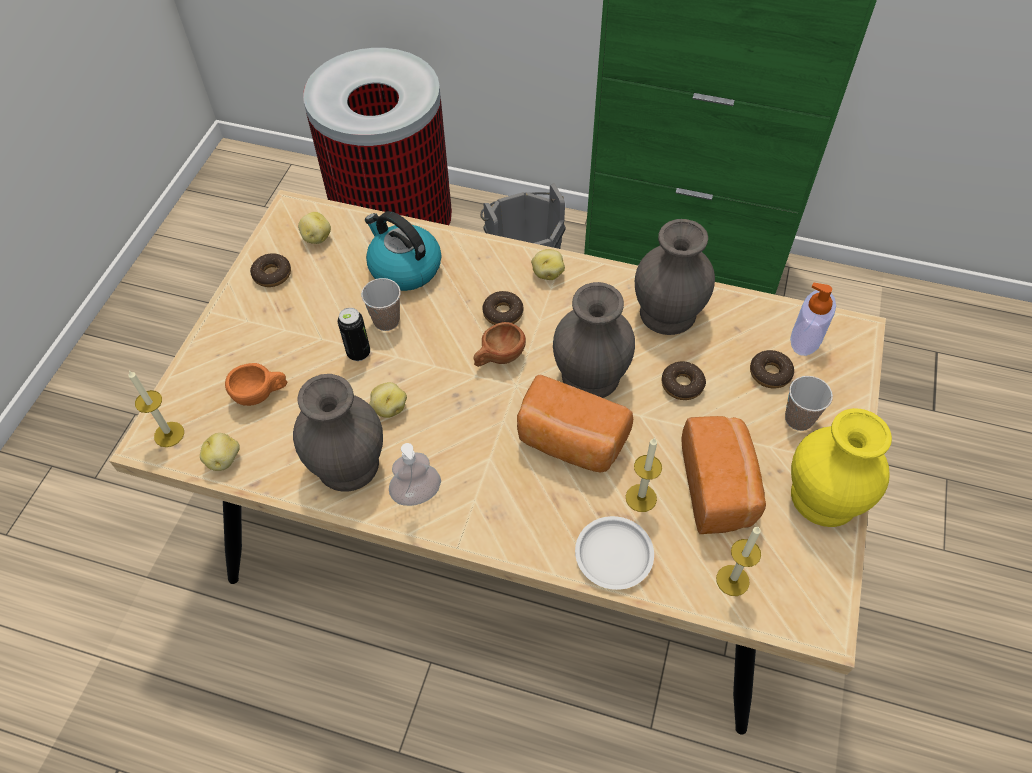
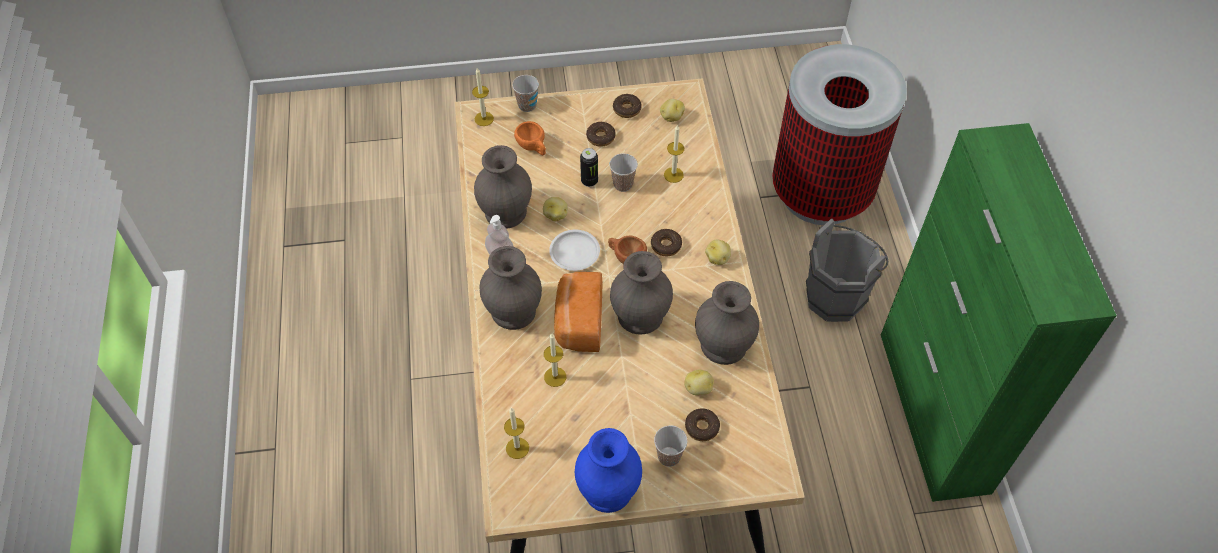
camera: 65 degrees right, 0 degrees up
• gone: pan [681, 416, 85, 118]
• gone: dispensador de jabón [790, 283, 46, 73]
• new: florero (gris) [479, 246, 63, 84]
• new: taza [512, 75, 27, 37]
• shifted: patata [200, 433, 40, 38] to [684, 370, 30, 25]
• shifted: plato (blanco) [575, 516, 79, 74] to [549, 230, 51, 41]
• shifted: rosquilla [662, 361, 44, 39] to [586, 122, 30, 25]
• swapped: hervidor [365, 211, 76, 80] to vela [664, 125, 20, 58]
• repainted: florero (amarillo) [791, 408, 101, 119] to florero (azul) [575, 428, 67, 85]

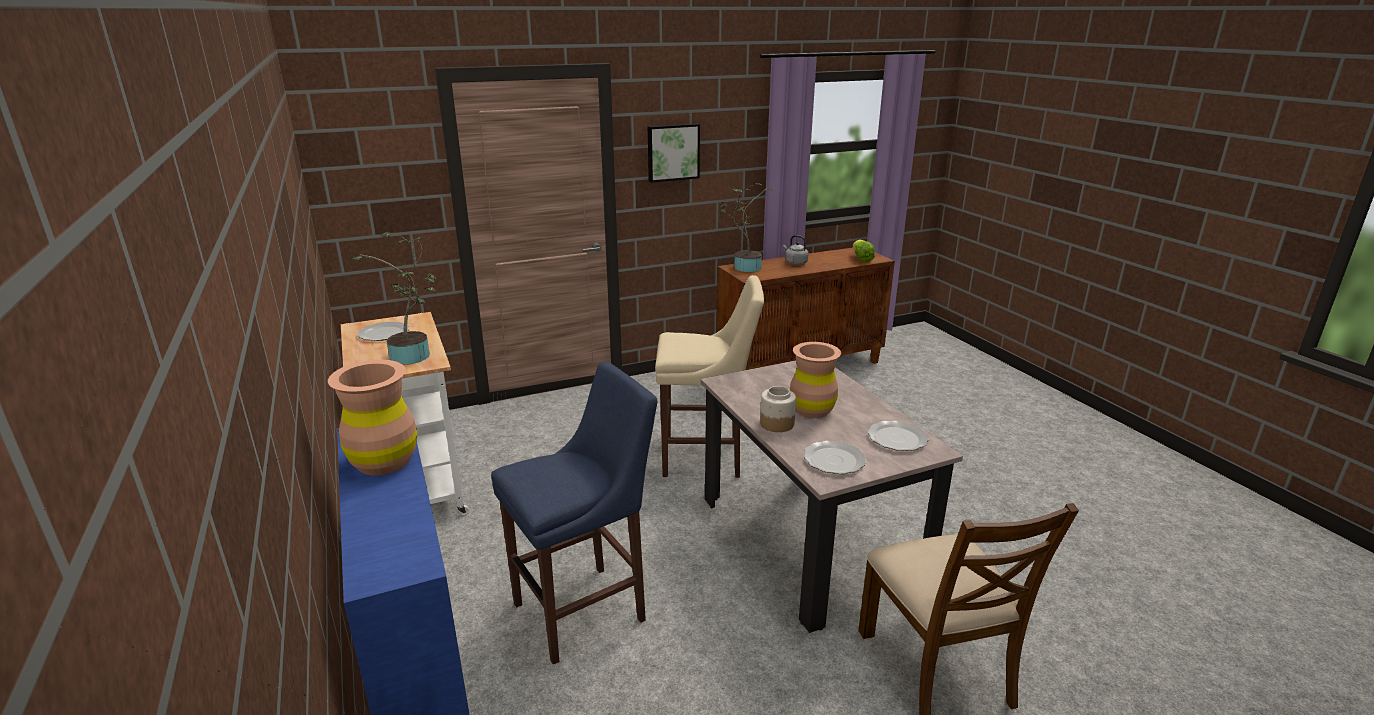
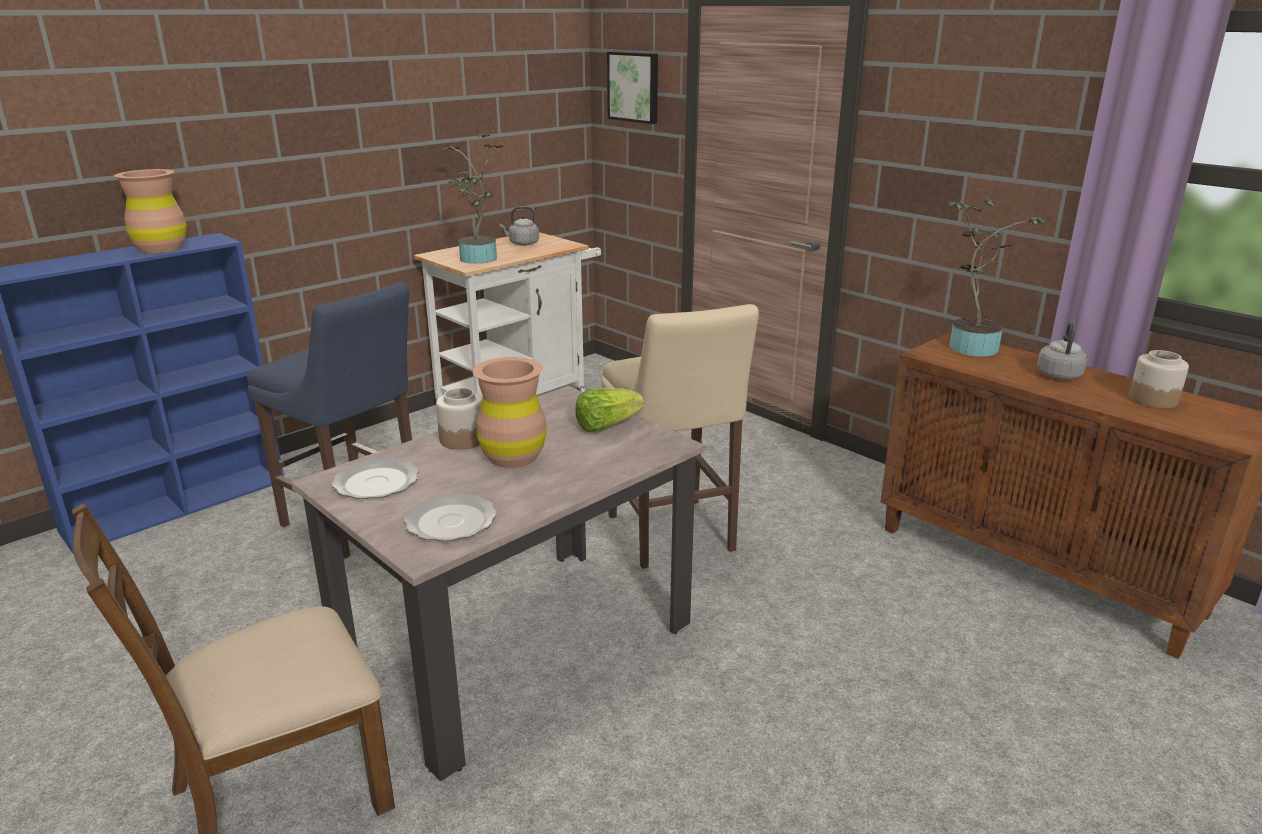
camera: 70 degrees right, 0 degrees up
• new: tarro [1129, 350, 60, 59]
• shifted: cuadro [648, 123, 52, 60] to [607, 52, 51, 72]
• shifted: lechuga [853, 240, 22, 22] to [575, 388, 69, 44]
• swapped: plato [358, 322, 51, 19] to hervidor (gris) [500, 206, 39, 40]

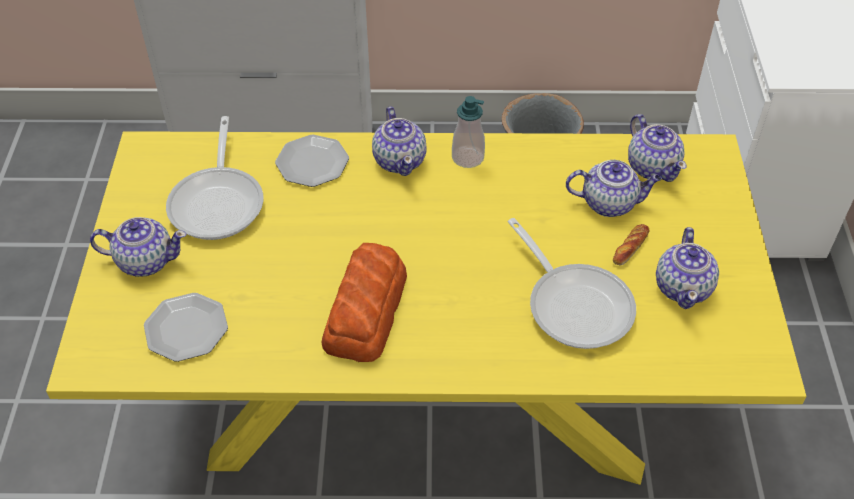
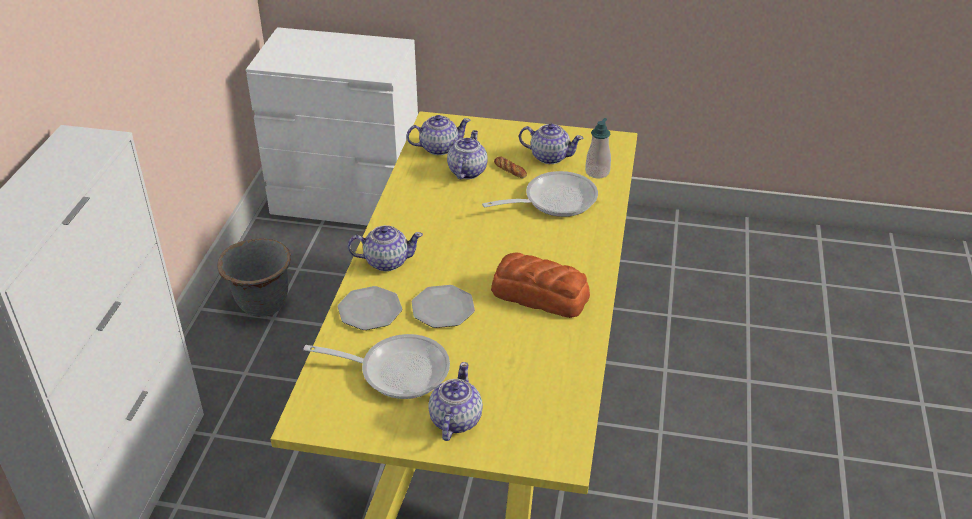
camera: 80 degrees left, 10 degrees down
• shifted: plato [144, 293, 84, 69] to [412, 285, 63, 43]
• shifted: dispensador de jabón [452, 96, 33, 72] to [585, 118, 26, 61]

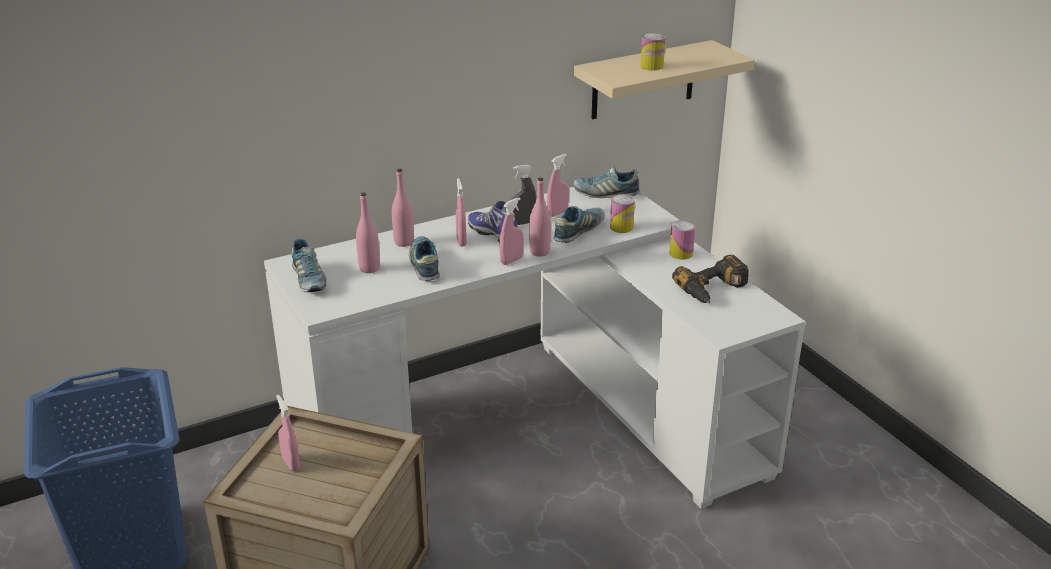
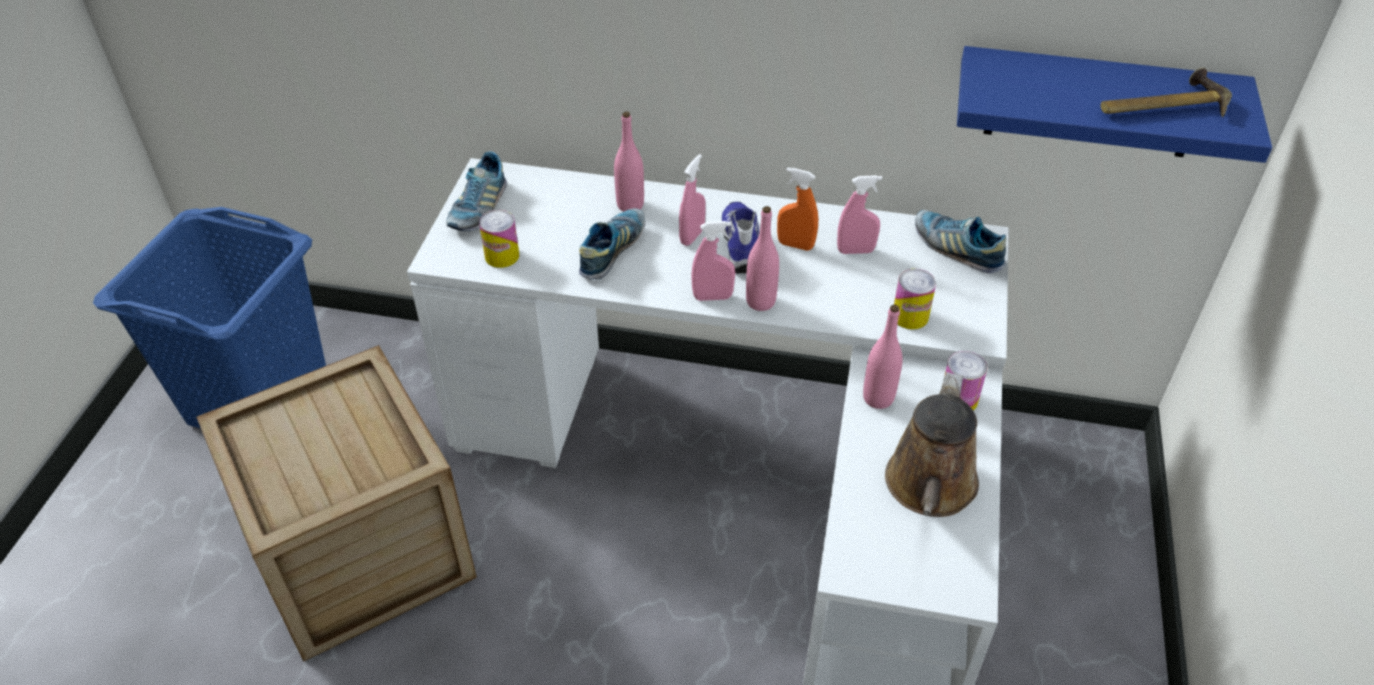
camera: 40 degrees right, 15 degrees up
• gone: pulverizador (rosa) [276, 395, 24, 77]
• gone: zapato [553, 206, 52, 37]
• new: martillo [1100, 68, 132, 49]
• shifted: botella (rosa) [356, 192, 24, 81] to [863, 305, 40, 104]
• shifted: lata [641, 33, 25, 37] to [479, 210, 40, 58]
• swapped: taladro [672, 255, 77, 48] to regadera (marrón) [885, 372, 94, 145]
• repainted: pulverizador (gris) [511, 165, 26, 60] to pulverizador (naranja) [777, 167, 41, 84]
• repainted: estante (beis) [574, 40, 181, 79] to estante (azul) [957, 46, 315, 117]

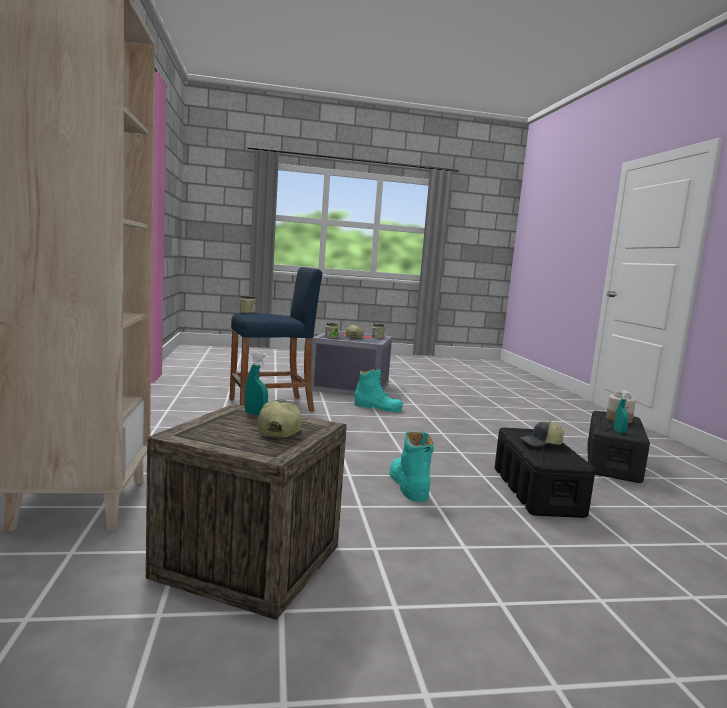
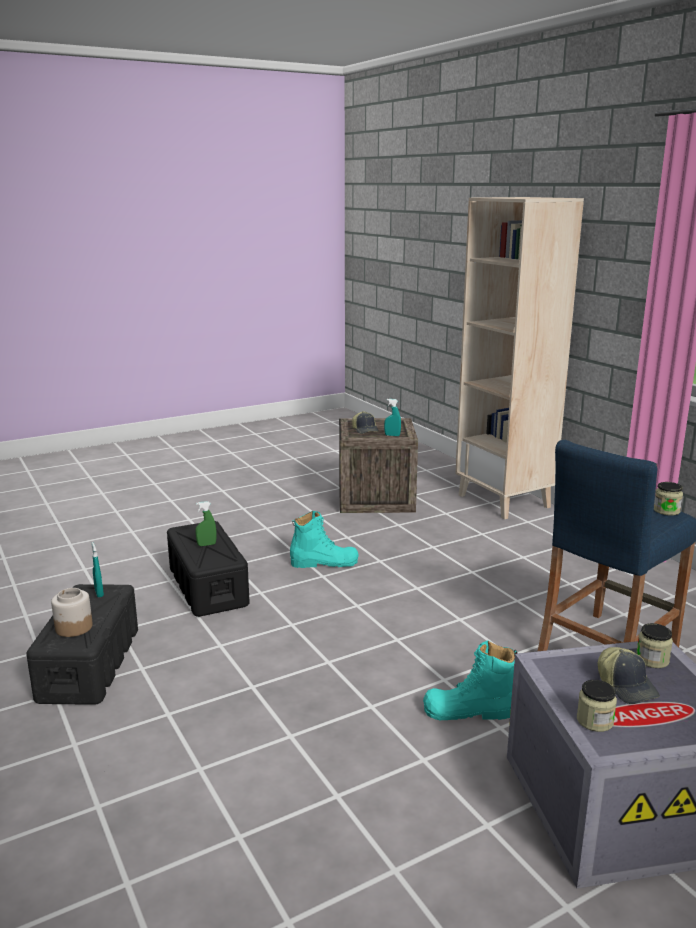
camera: 160 degrees right, 10 degrees up
• swapped: gorra [519, 421, 45, 25] to pulverizador (verde) [195, 501, 21, 45]
• rotated: bota (turquesa) [389, 432, 45, 70] = [290, 511, 69, 57] 60 degrees counterclockwise

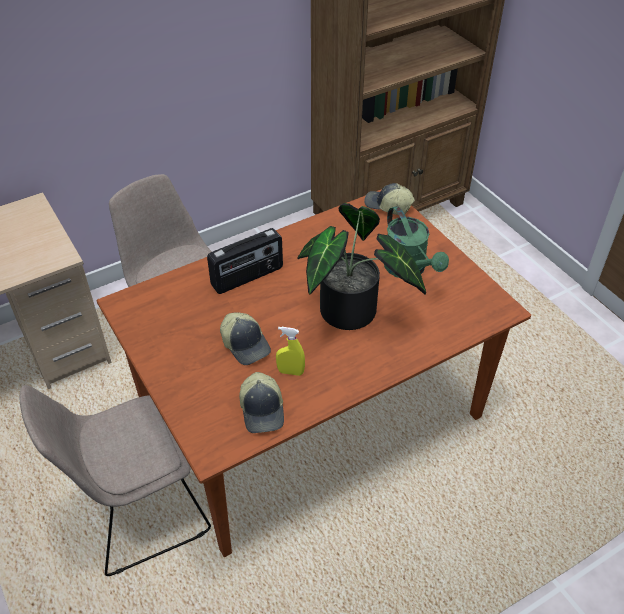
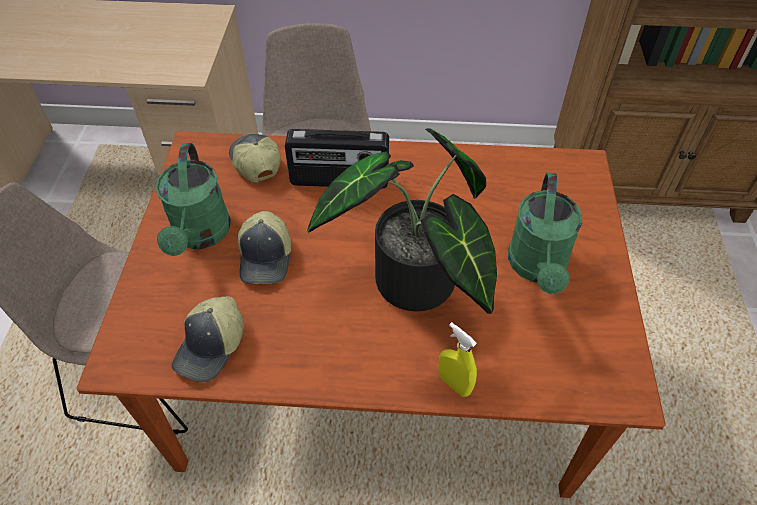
camera: 35 degrees right, 5 degrees up
• new: regadera (verde) [156, 143, 75, 113]
• shifted: pulverizador (amarillo) [276, 327, 29, 49] to [438, 322, 39, 75]
• shifted: gorra [364, 183, 51, 32] to [229, 134, 52, 49]

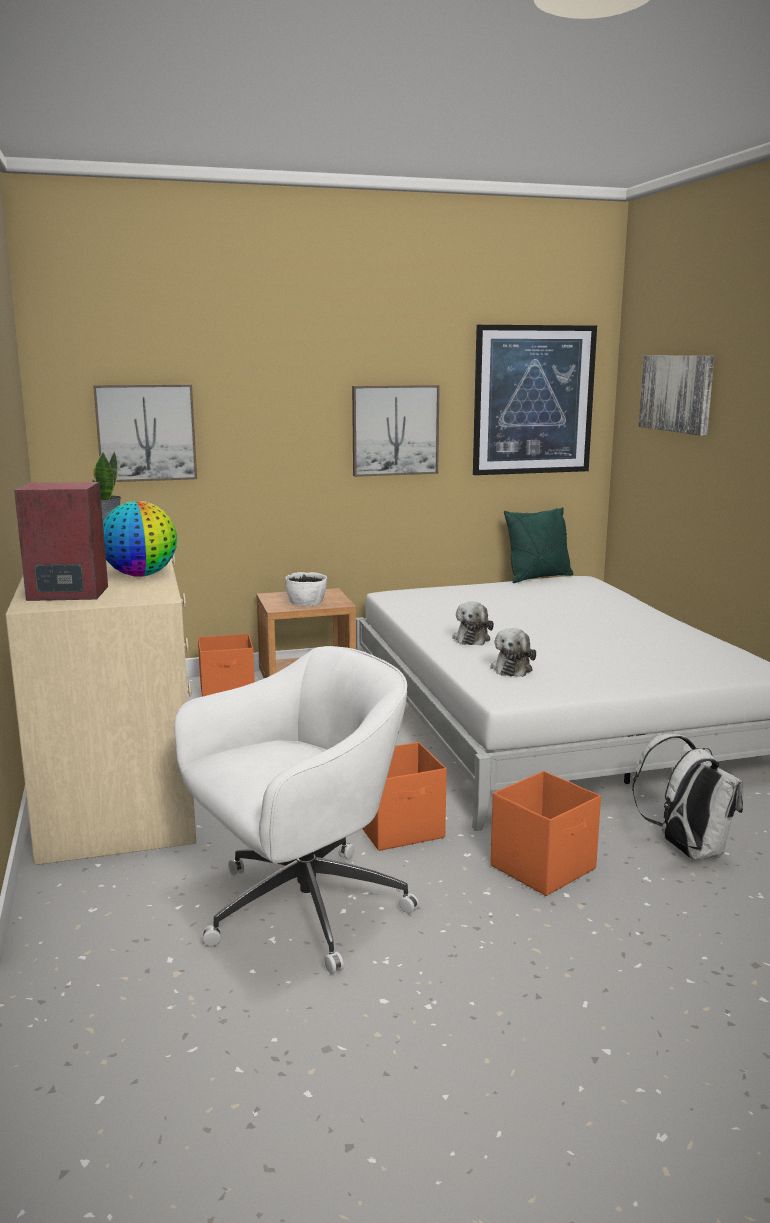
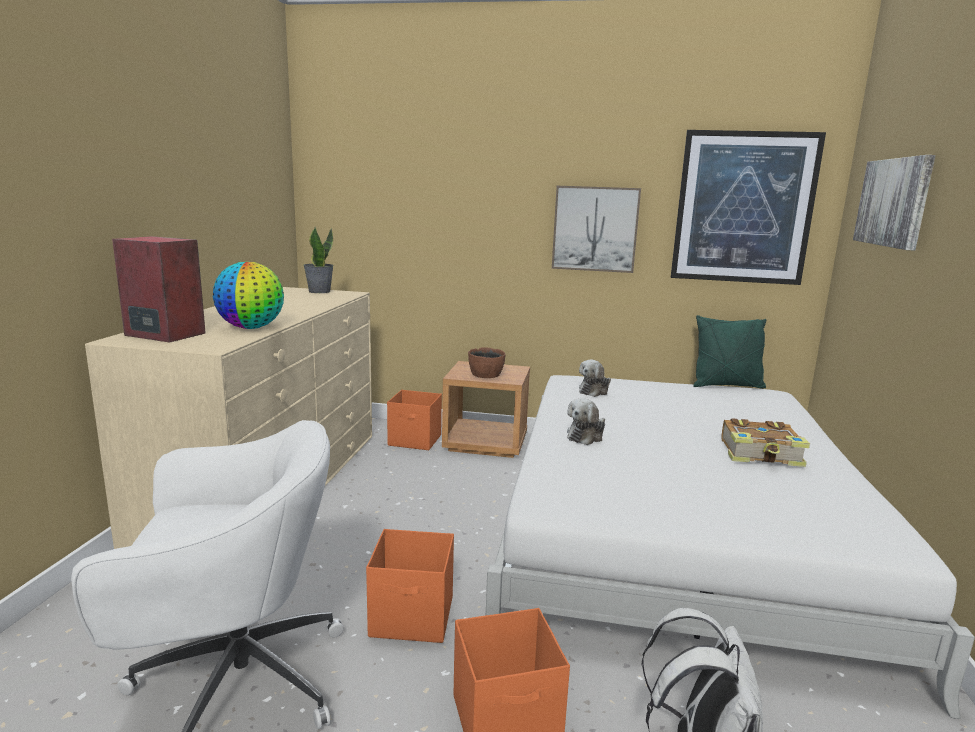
camera: 25 degrees right, 0 degrees up
• gone: cuadro [93, 384, 104, 98]
• new: libro [721, 418, 89, 49]
• shifted: peluche [490, 628, 46, 49] to [579, 360, 32, 37]
• repainted: cuenco (blanco) [285, 572, 42, 34] to cuenco (marrón) [468, 347, 38, 31]

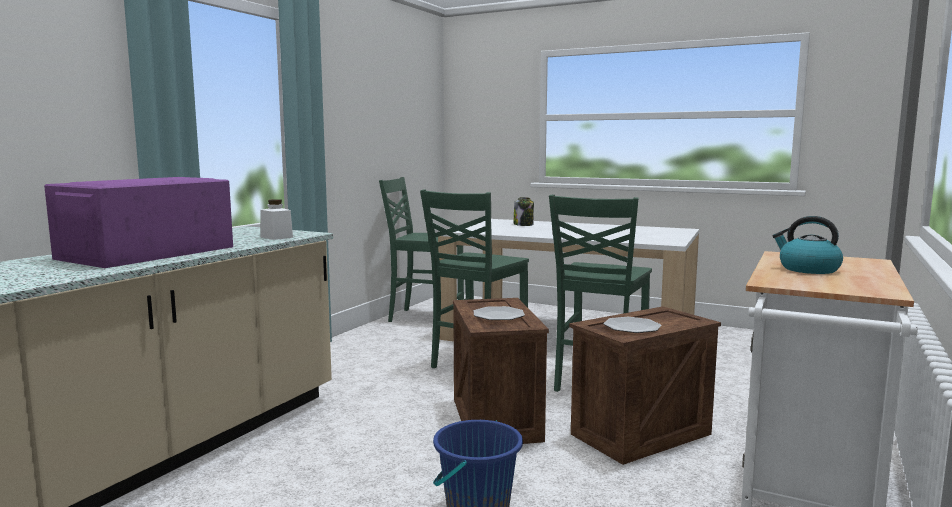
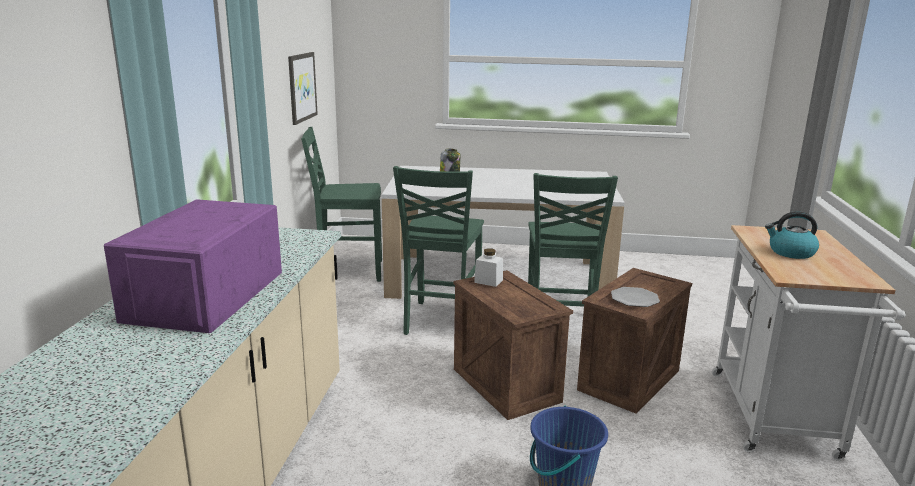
camera: 20 degrees left, 10 degrees up
• gone: plato [474, 306, 51, 14]
• new: cuadro [288, 52, 30, 73]
• shifted: tarro (blanco) [260, 199, 33, 41] to [474, 248, 29, 39]

